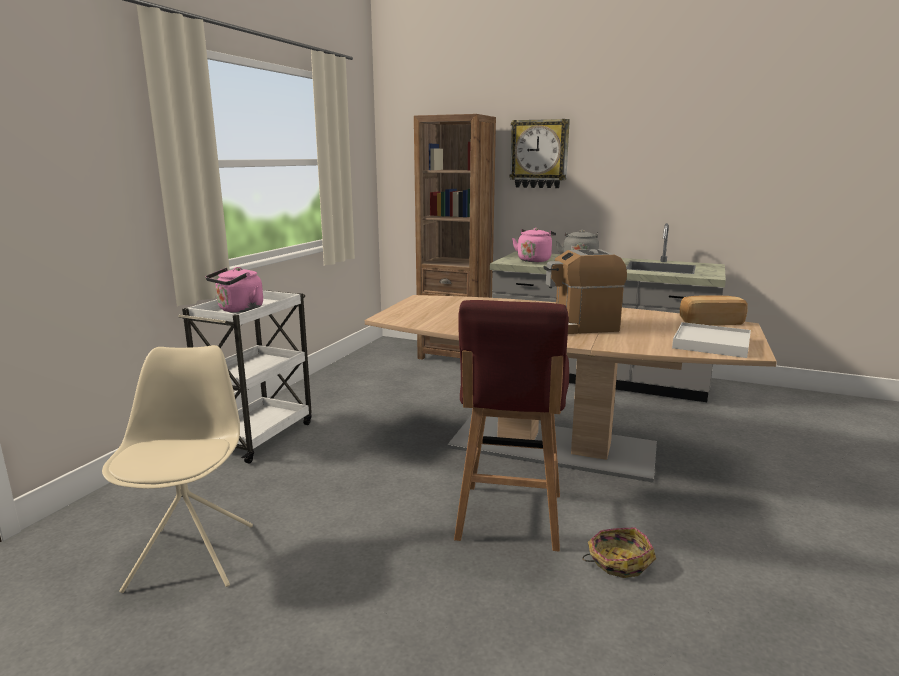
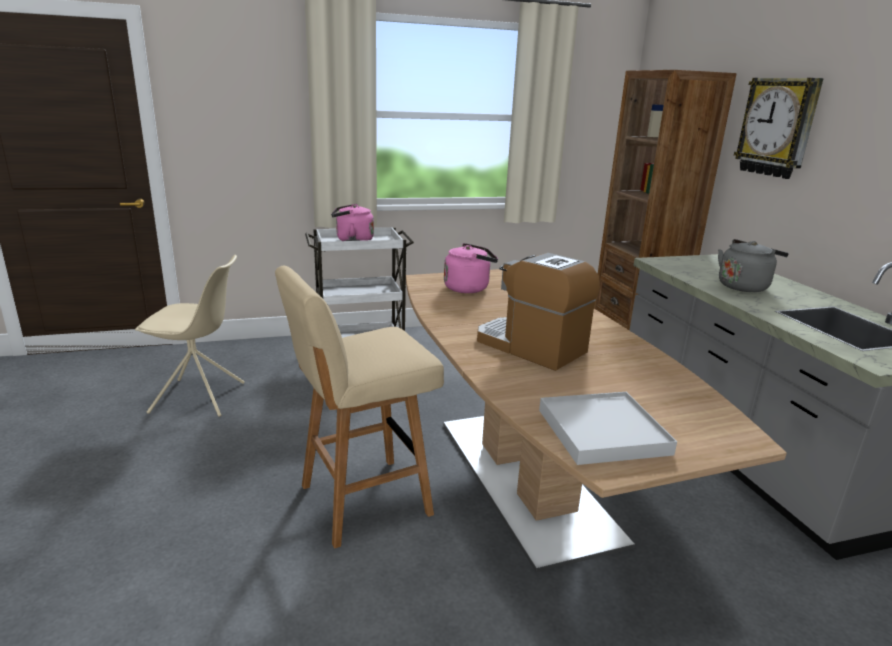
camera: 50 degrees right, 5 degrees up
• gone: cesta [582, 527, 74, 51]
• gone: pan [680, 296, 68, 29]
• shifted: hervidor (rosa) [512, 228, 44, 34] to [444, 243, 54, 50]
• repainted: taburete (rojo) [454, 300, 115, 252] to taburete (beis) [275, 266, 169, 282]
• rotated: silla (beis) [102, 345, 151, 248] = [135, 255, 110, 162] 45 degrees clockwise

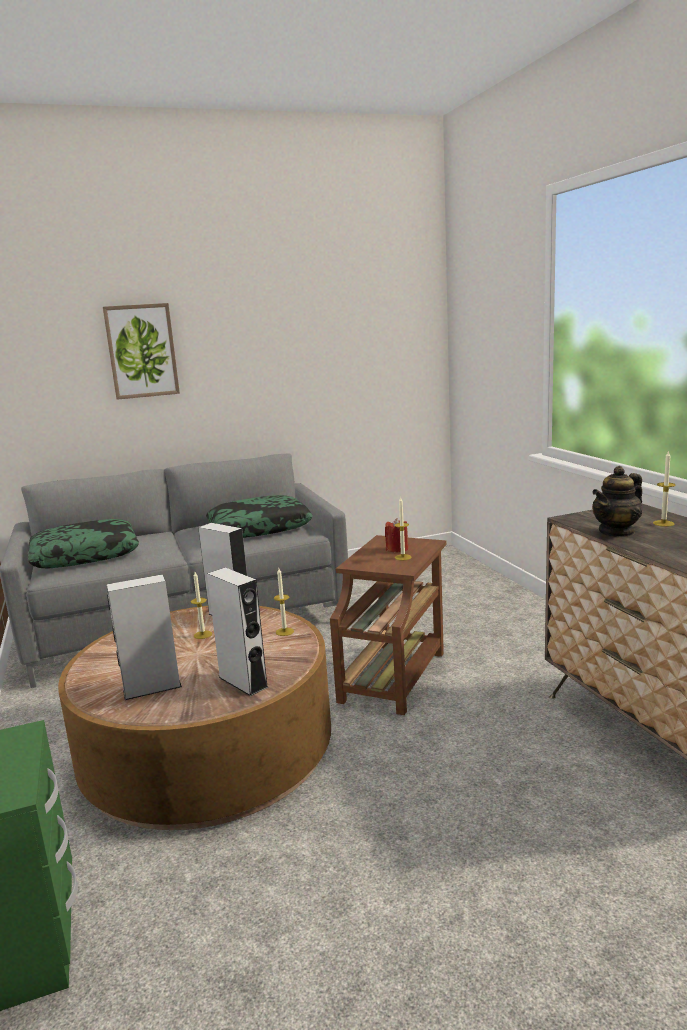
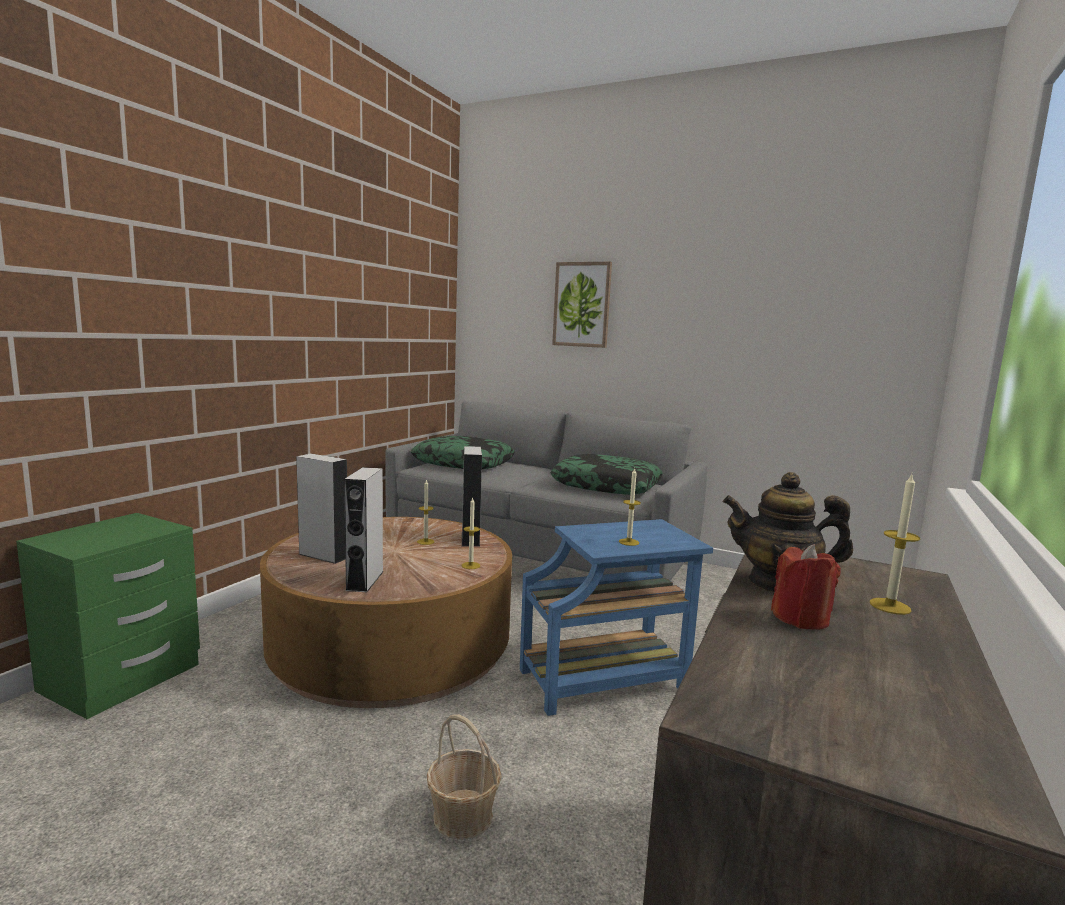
camera: 45 degrees right, 5 degrees down
• new: cesta [427, 714, 75, 126]
• shifted: vela (rojo) [385, 518, 23, 35] to [771, 544, 70, 86]
• repainted: mesa auxiliar (marrón) [330, 535, 117, 180] to mesa auxiliar (azul) [520, 519, 193, 197]

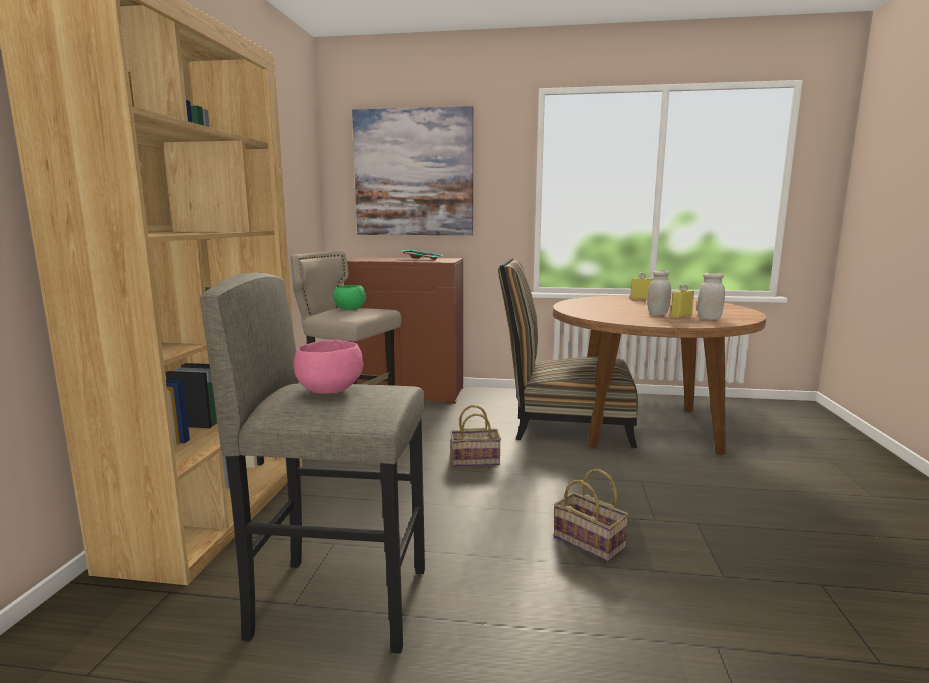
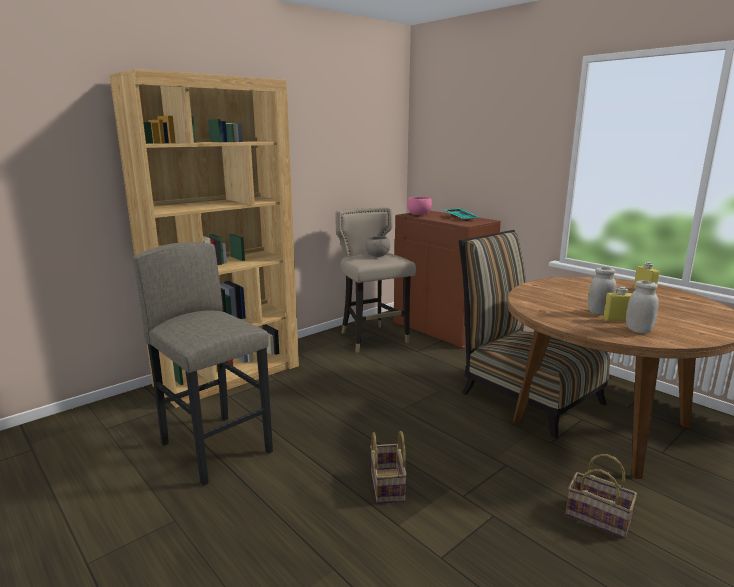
camera: 40 degrees right, 5 degrees up
• gone: cuadro [352, 106, 122, 129]
• shifted: cuenco (rosa) [294, 340, 69, 54] to [407, 197, 25, 18]
• shifted: cesta [450, 405, 51, 62] to [566, 454, 71, 84]
• repainted: cuenco (verde) [333, 285, 33, 25] to cuenco (gris) [365, 236, 25, 21]

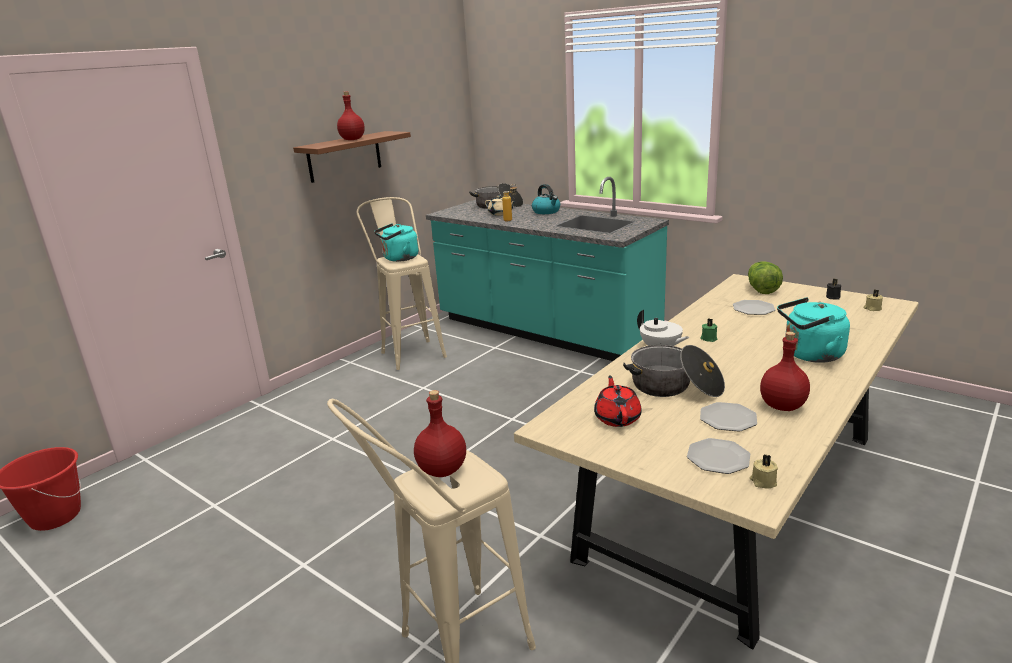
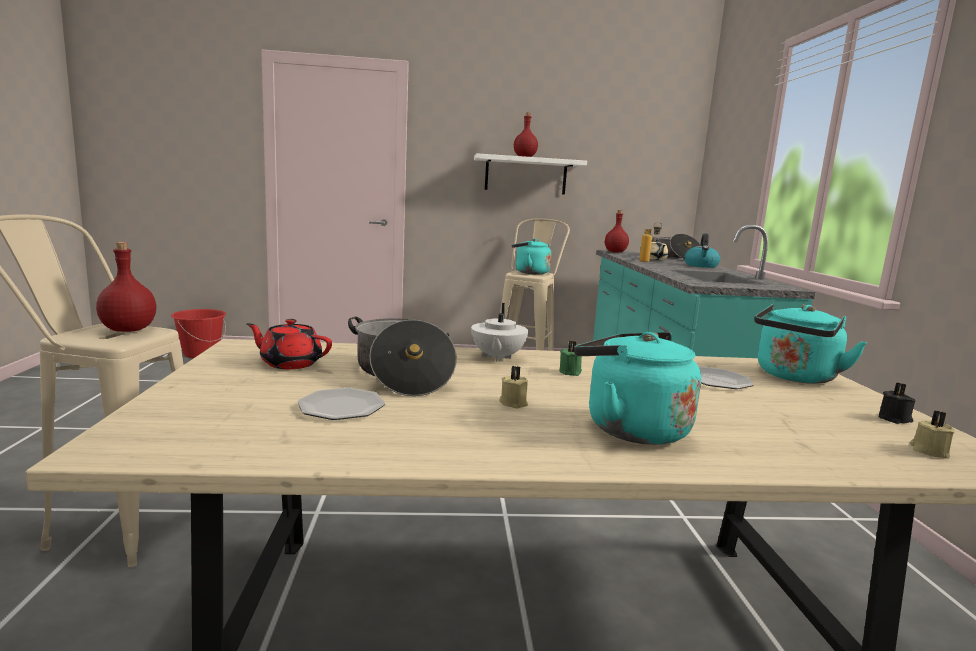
camera: 45 degrees right, 10 degrees down
• gone: plato [687, 438, 63, 36]
• shifted: vela (beis) [750, 454, 28, 35] to [499, 366, 29, 42]
• shifted: botella (rojo) [760, 332, 50, 79] to [605, 210, 24, 43]
• swapped: lechuga [748, 261, 35, 33] to hervidor (turquesa) [754, 304, 113, 80]
• repainted: estante (marrón) [293, 131, 118, 52] to estante (blanco) [474, 153, 113, 42]
• rotated: tetera (rojo) [594, 375, 48, 52] = [247, 319, 85, 50] 120 degrees counterclockwise

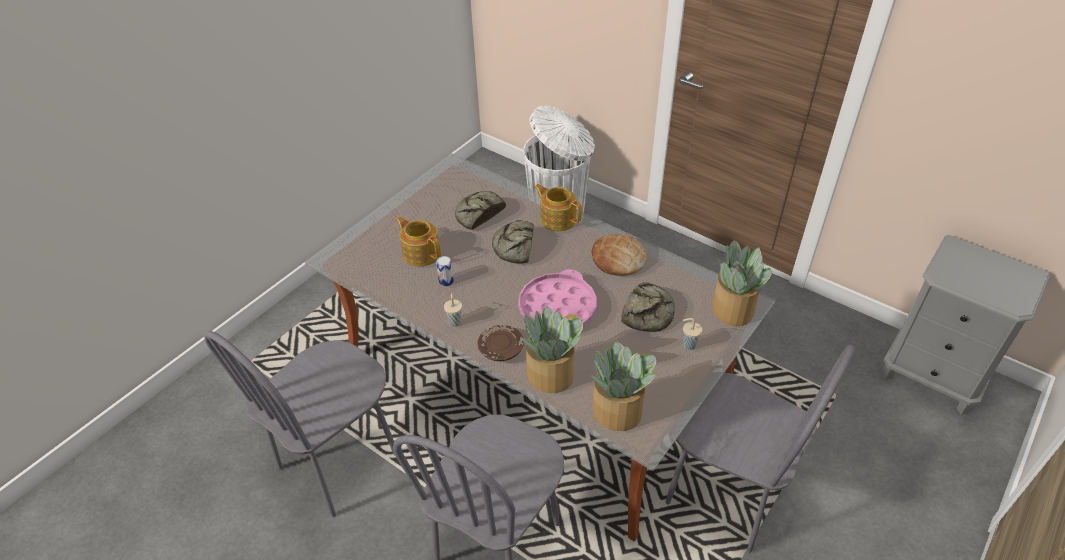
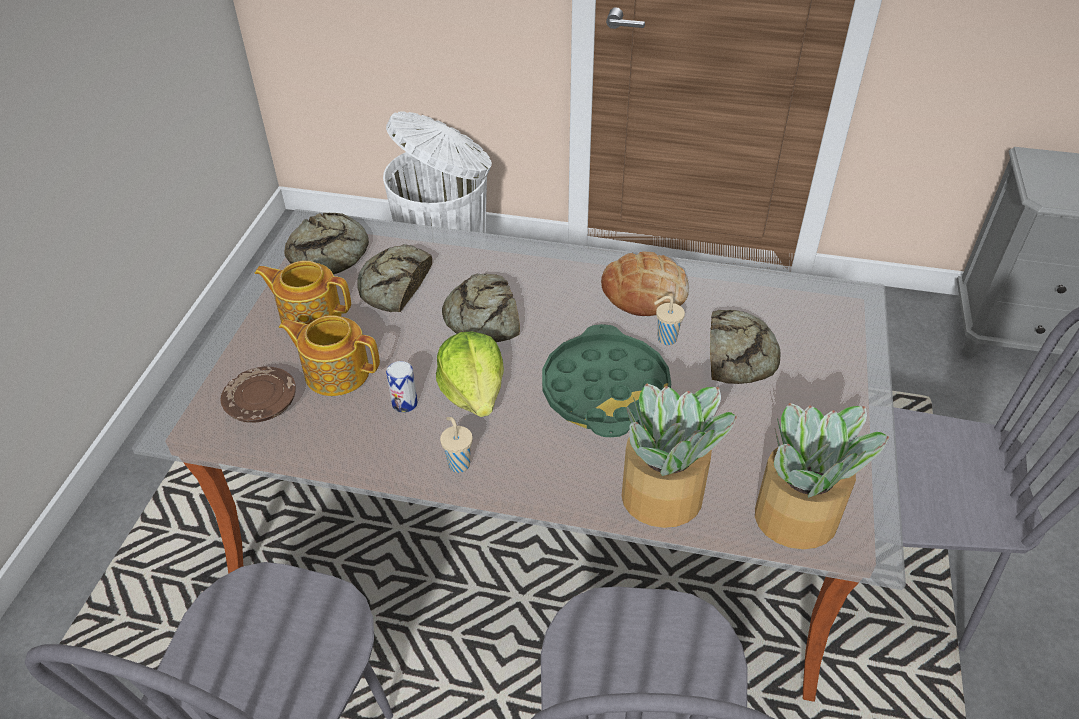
camera: 25 degrees left, 0 degrees up
• gone: planta en maceta [712, 240, 60, 86]
• new: pan [285, 213, 84, 61]
• new: lechuga [436, 331, 68, 86]
• shifted: plato (marrón) [477, 325, 47, 36] to [221, 367, 75, 56]
• shifted: tetera [534, 184, 48, 47] to [254, 261, 97, 63]
• shifted: taza (beis) [683, 318, 19, 32] to [654, 296, 31, 49]
• repainted: bandeja (rosa) [518, 269, 78, 57] to bandeja (verde) [542, 324, 129, 113]

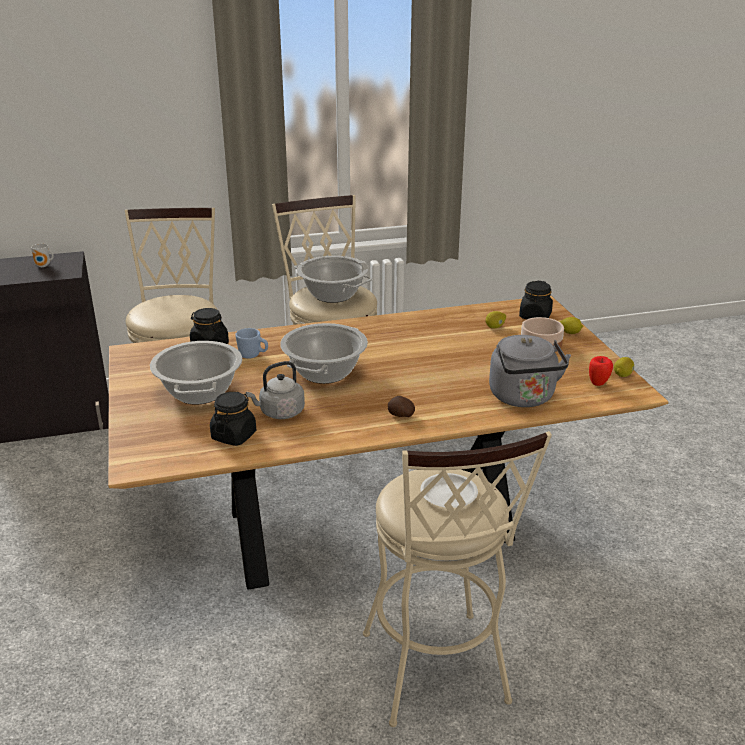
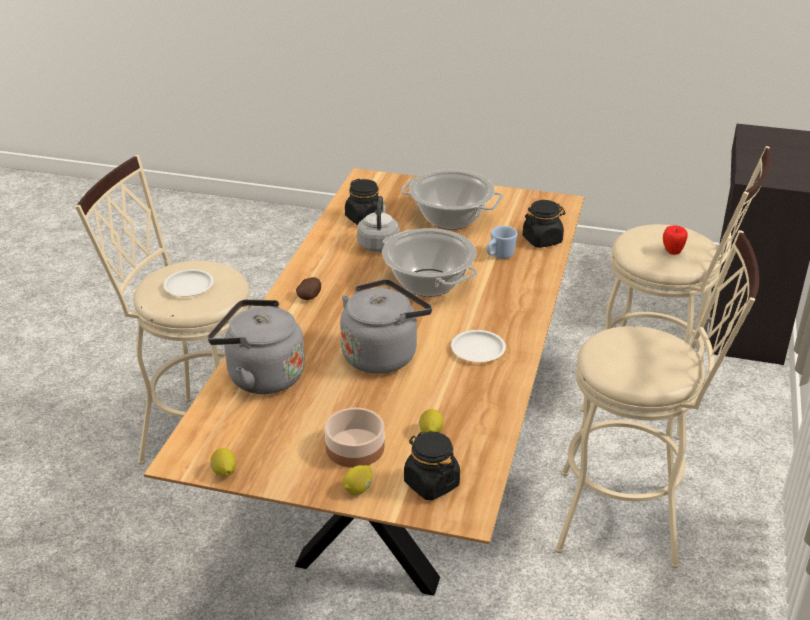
camera: 120 degrees right, 5 degrees up
• gone: taza grande [31, 244, 23, 23]
• gone: olla [294, 256, 78, 47]
• new: hervidor (gris) [340, 279, 92, 95]
• new: plato (blanco) [451, 330, 55, 32]
• shifted: manzana [589, 356, 24, 30] to [663, 226, 25, 29]

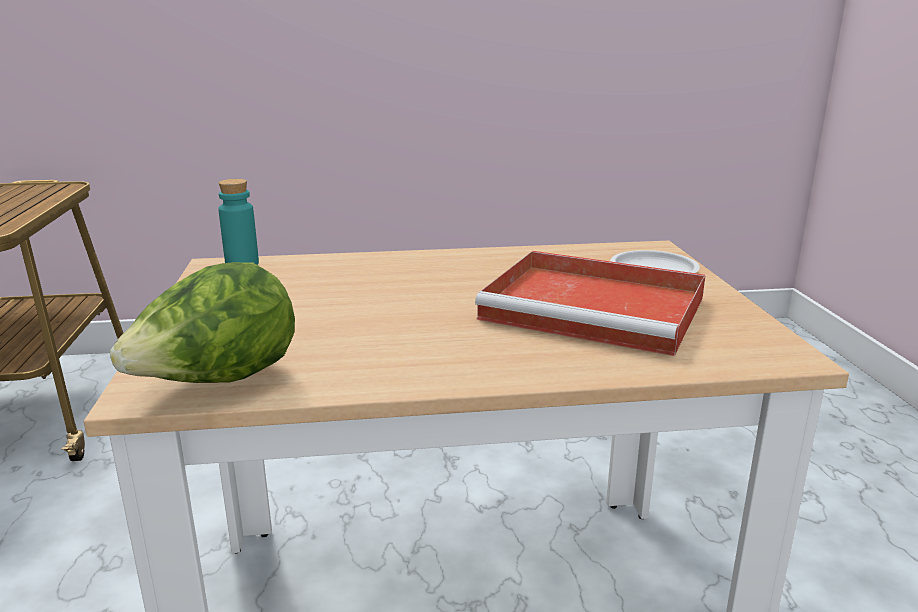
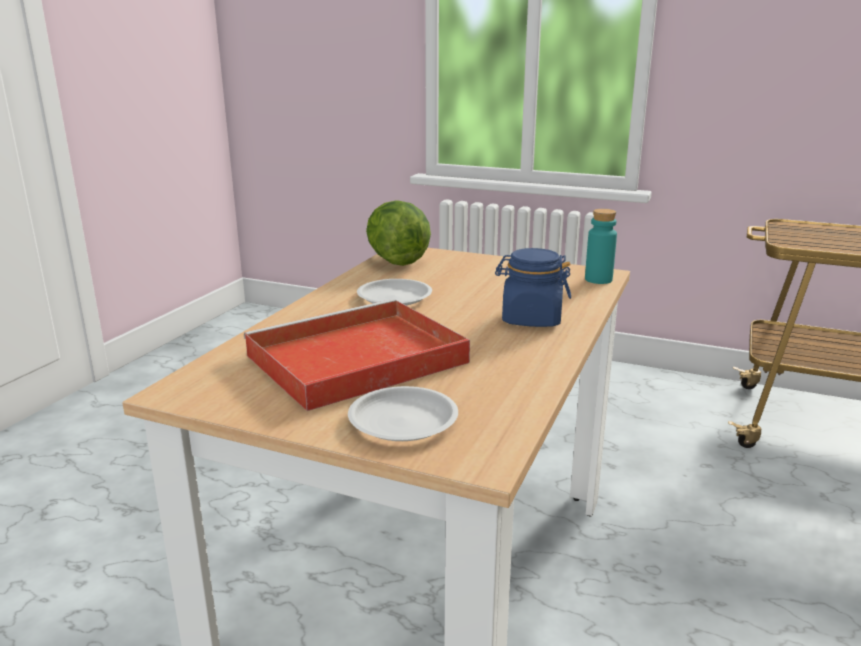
camera: 120 degrees right, 0 degrees up
• new: plato (blanco) [357, 279, 75, 26]
• new: tarro (azul) [495, 248, 76, 79]

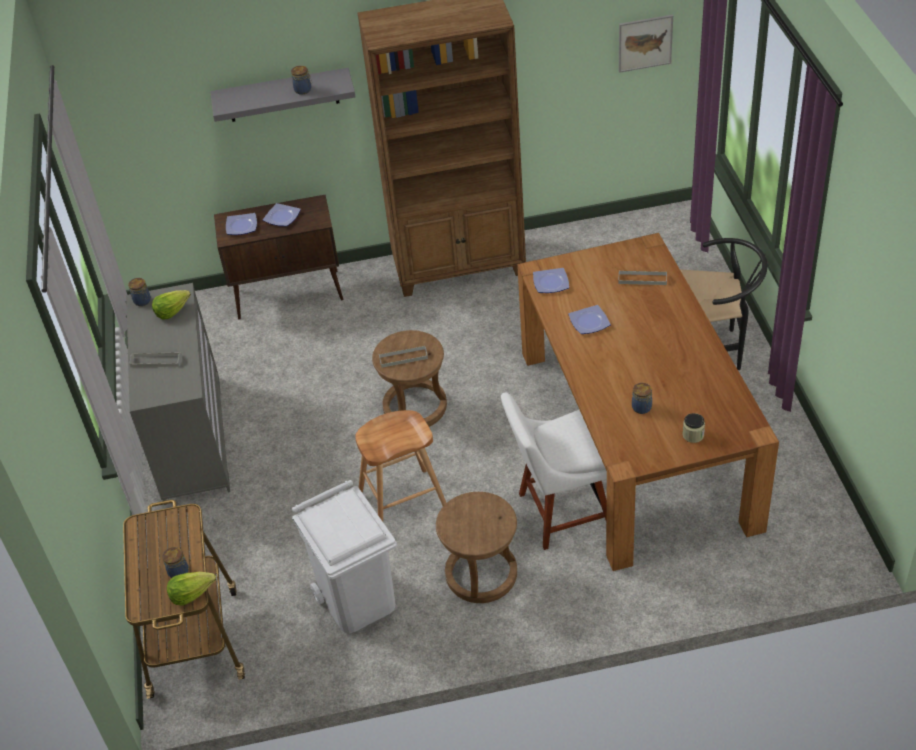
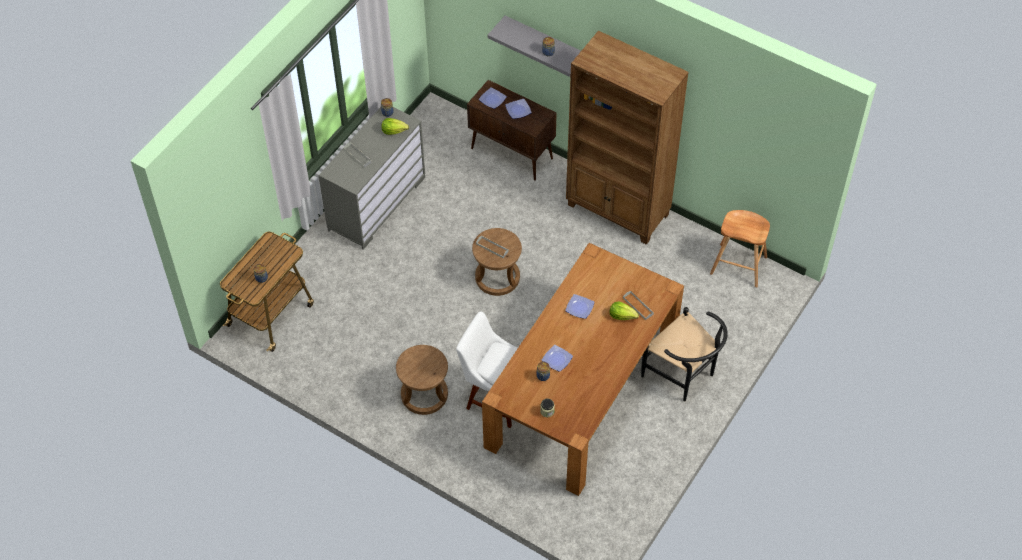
camera: 40 degrees right, 10 degrees up
• gone: papelera (blanco) [292, 480, 105, 153]
• gone: cuadro [619, 15, 54, 58]
• shifted: lechuga [167, 572, 49, 34] to [609, 301, 30, 19]
• shifted: taburete (marrón) [355, 410, 91, 111] to [710, 210, 60, 77]
• shifted: plato [533, 268, 36, 25] to [542, 345, 31, 27]

